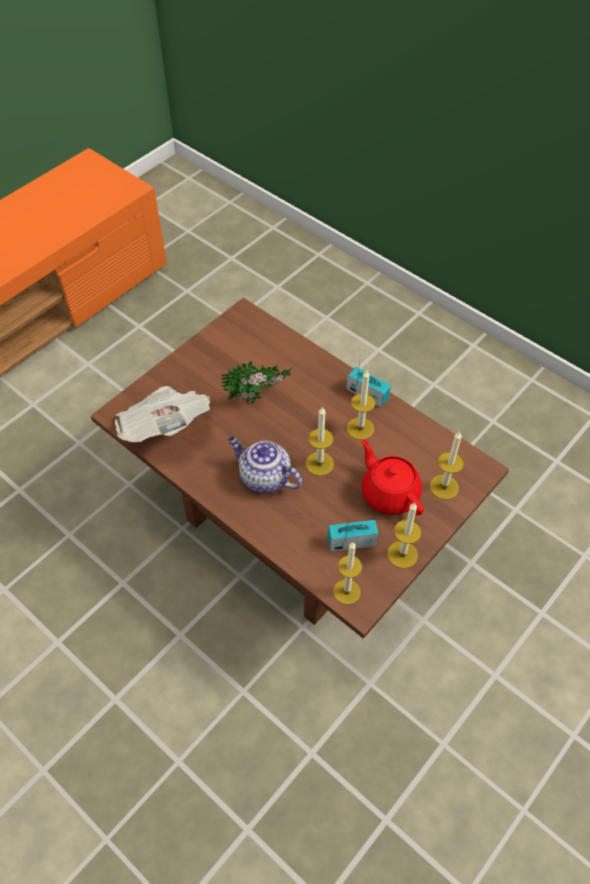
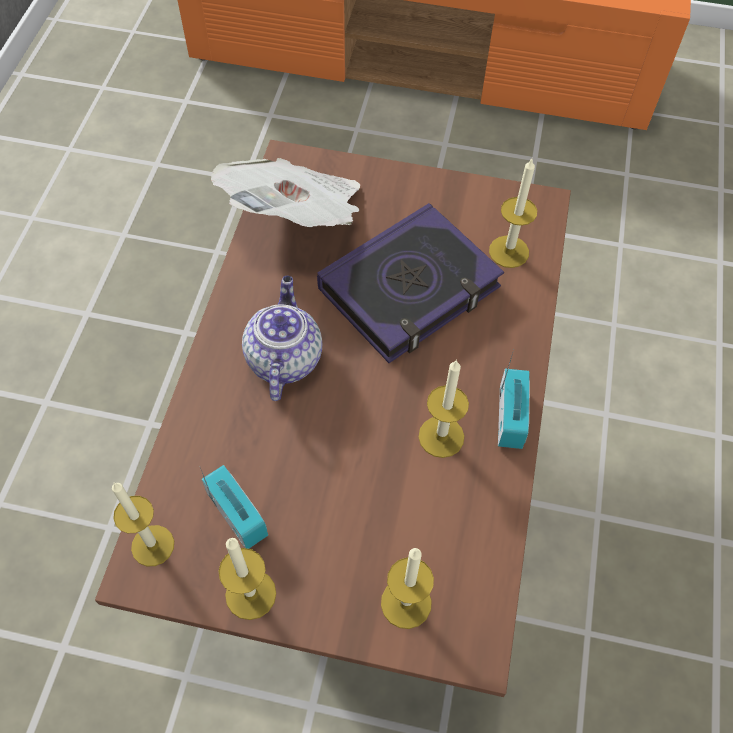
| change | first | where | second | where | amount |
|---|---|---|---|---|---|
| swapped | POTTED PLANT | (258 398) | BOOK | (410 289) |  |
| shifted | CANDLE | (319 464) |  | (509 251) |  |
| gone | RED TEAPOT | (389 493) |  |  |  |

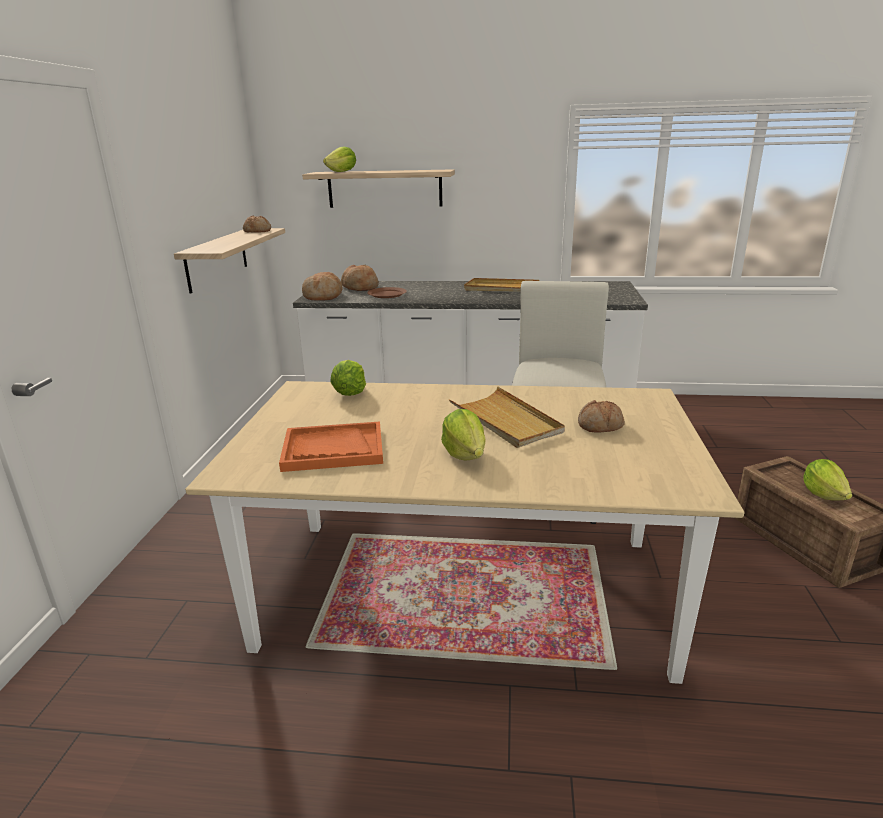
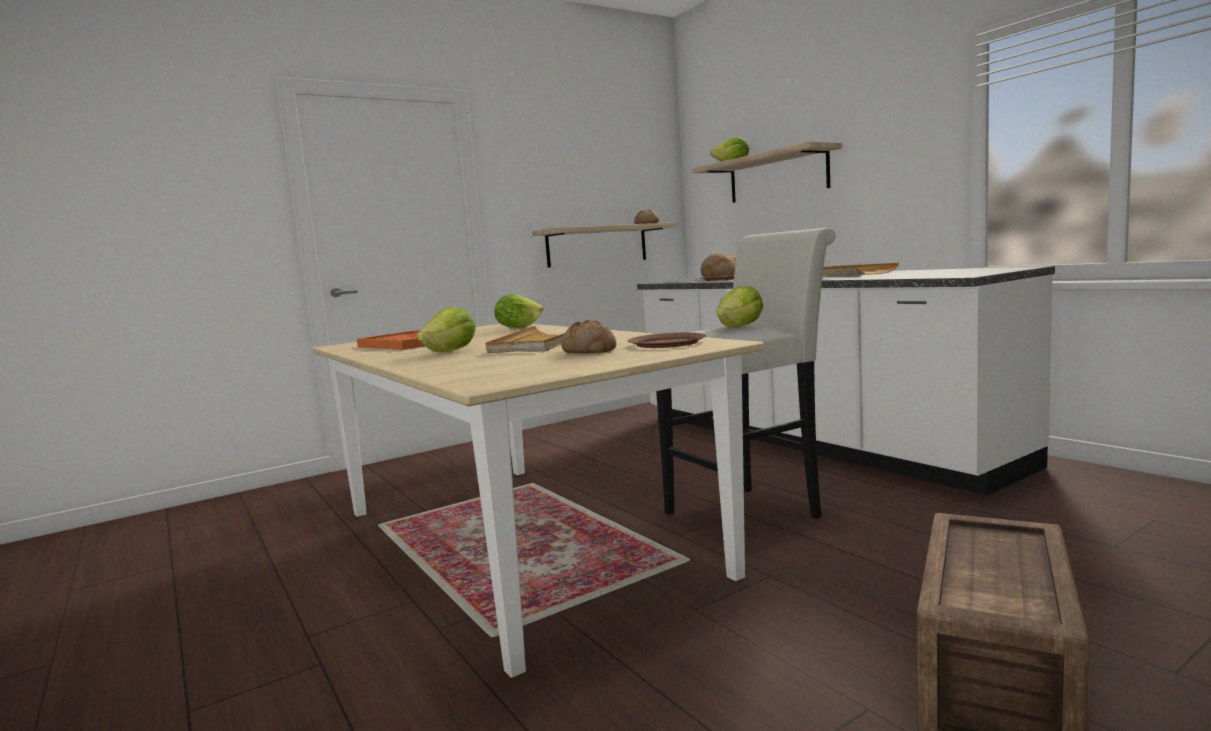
| change | first | where | second | where | amount |
|---|---|---|---|---|---|
| gone | BREAD | (323 296) |  |  |  |
| shifted | LETTUCE | (823 494) |  | (740 327) |  |
| new |  |  | BROWN PLATE | (667 343) |  |

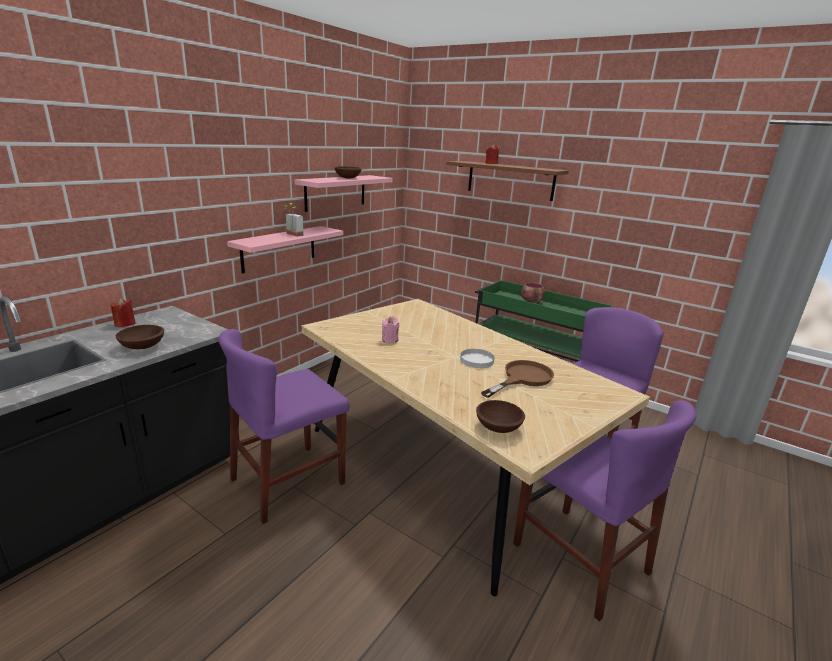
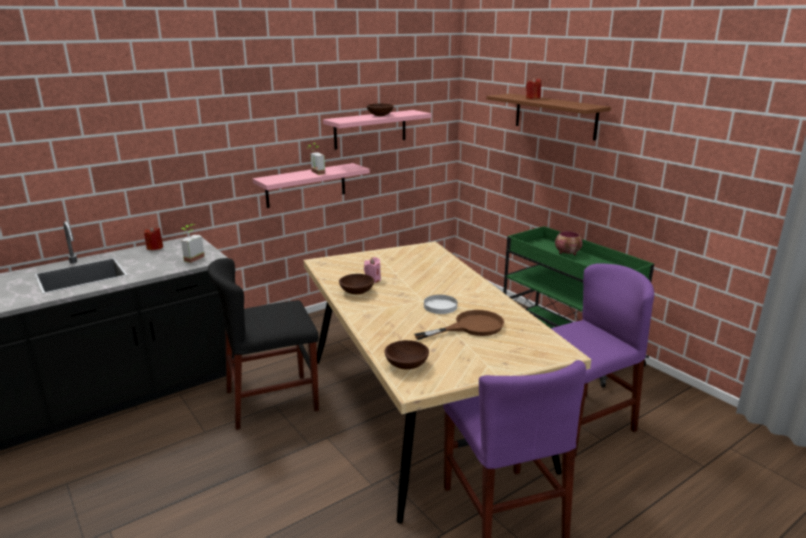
| change | first | where | second | where | amount |
|---|---|---|---|---|---|
| shifted | BROWN BOWL | (142 346) |  | (356 291) |  |
| repainted | PURPLE CHAIR | (288 481) | BLACK CHAIR | (272 400) |  |
| new |  |  | POTTED PLANT | (191 258) |  |

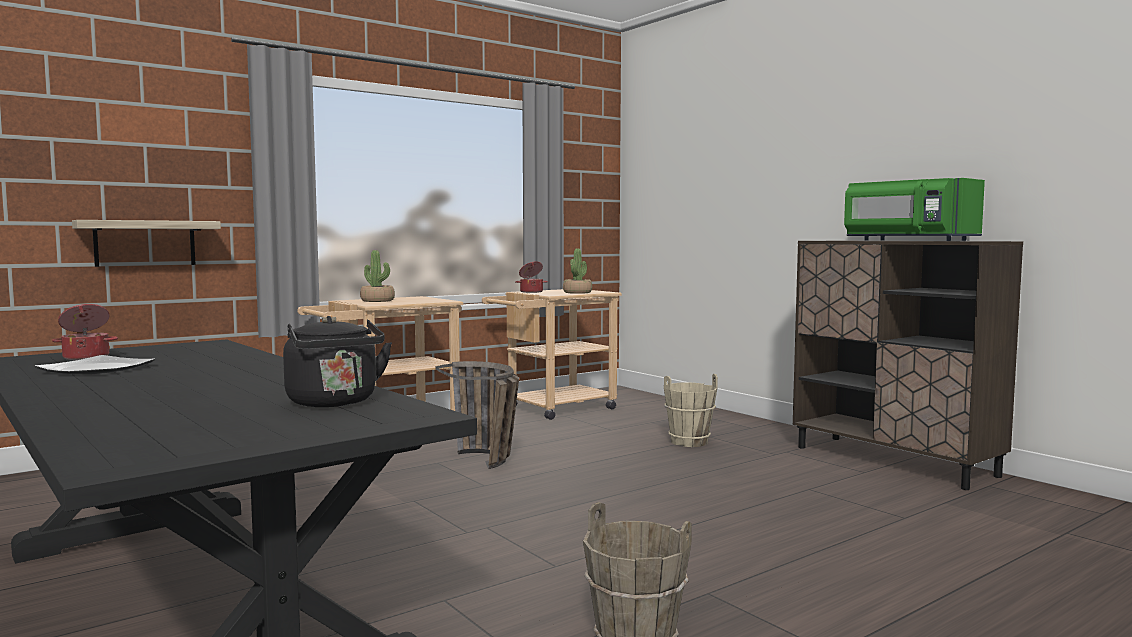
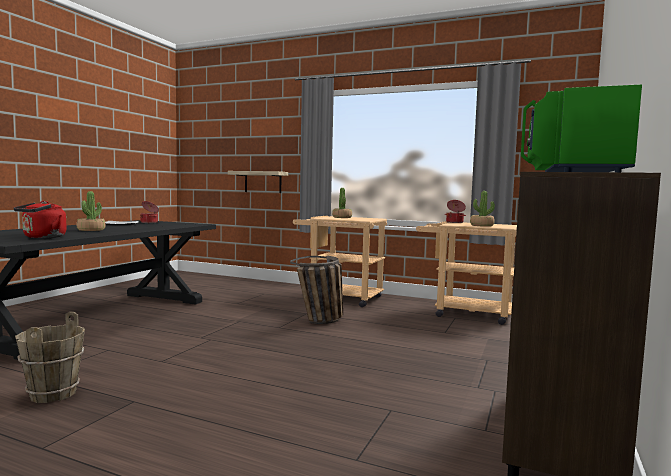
| change | first | where | second | where | amount |
|---|---|---|---|---|---|
| repainted | BLACK KETTLE | (335 403) | RED KETTLE | (42 237) |  |
| gone | BEIGE BUCKET | (688 442) |  |  |  |
| new |  |  | POTTED PLANT | (91 230) |  |

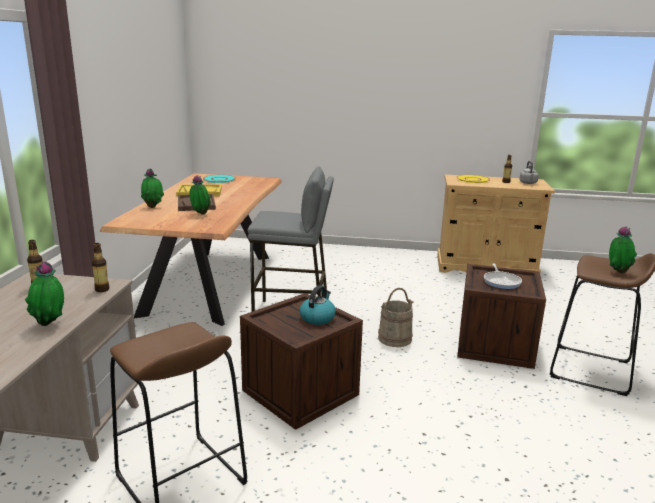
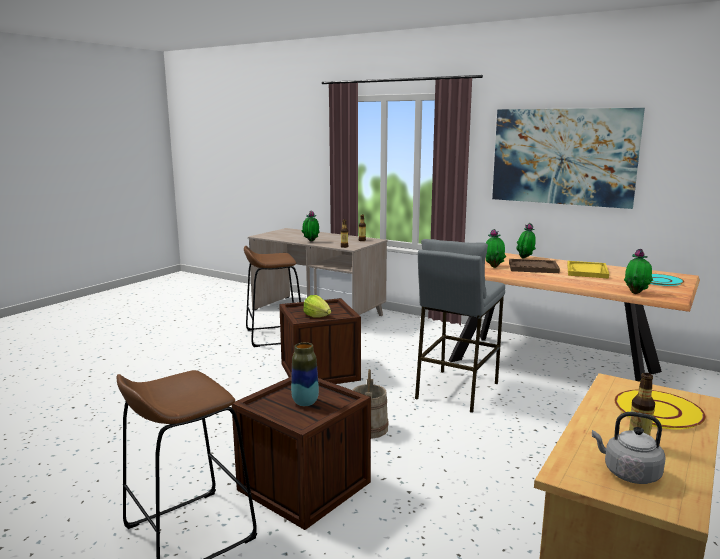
| change | first | where | second | where | amount |
|---|---|---|---|---|---|
| swapped | KETTLE | (317 318) | LETTUCE | (317 316) |  |
| swapped | FRYING PAN | (501 281) | VASE | (305 402) |  |
| shifted | POTTED PLANT | (617 272) |  | (636 293) |  |
| new |  |  | PICTURE | (563 156) |  |

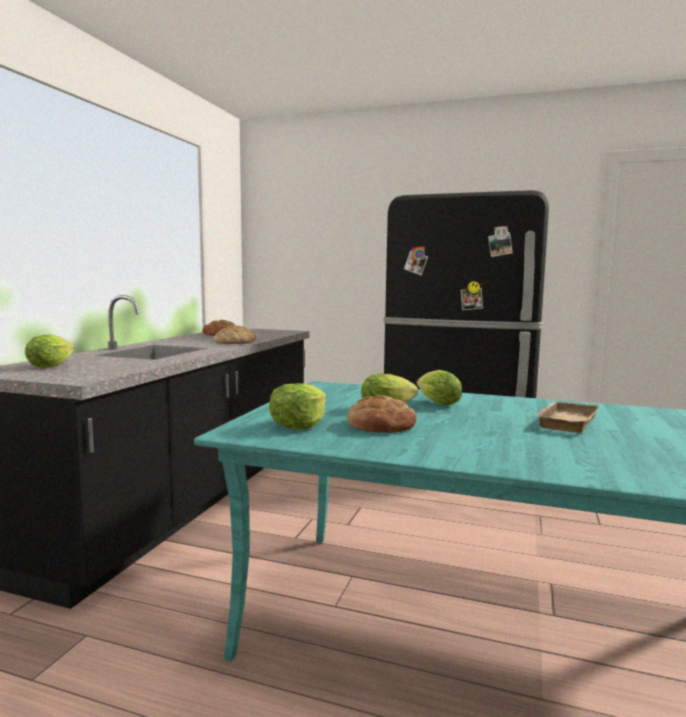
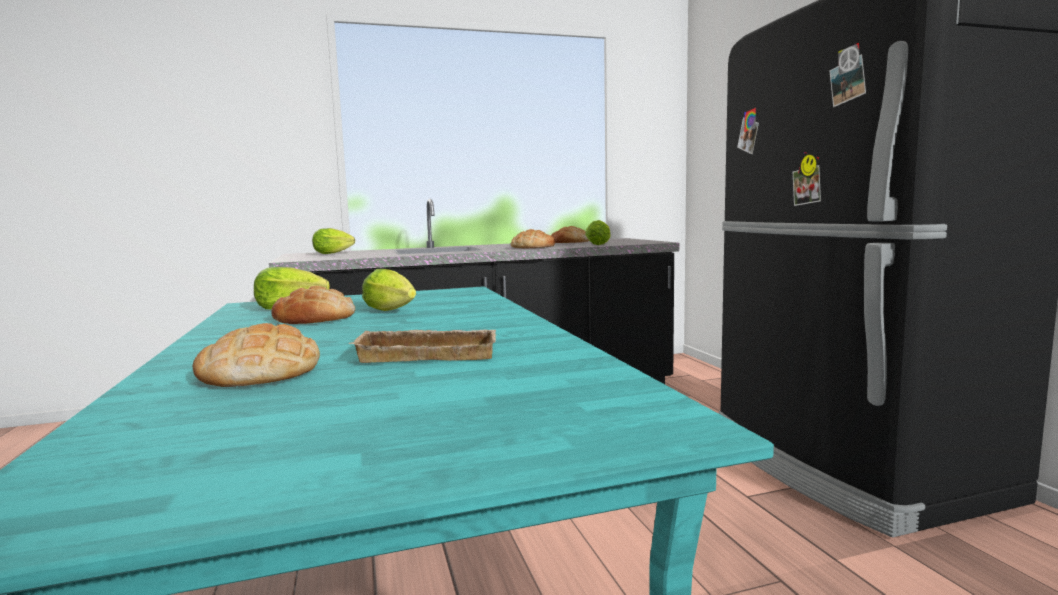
| change | first | where | second | where | amount |
|---|---|---|---|---|---|
| shifted | LETTUCE | (435 403) |  | (600 244) |  |
| new |  |  | BREAD | (260 372) |  |

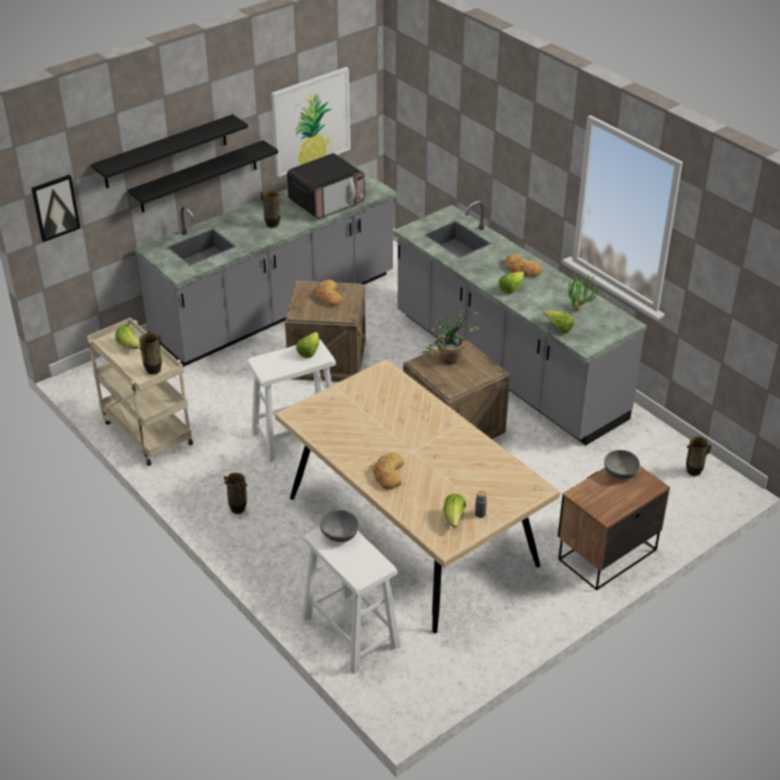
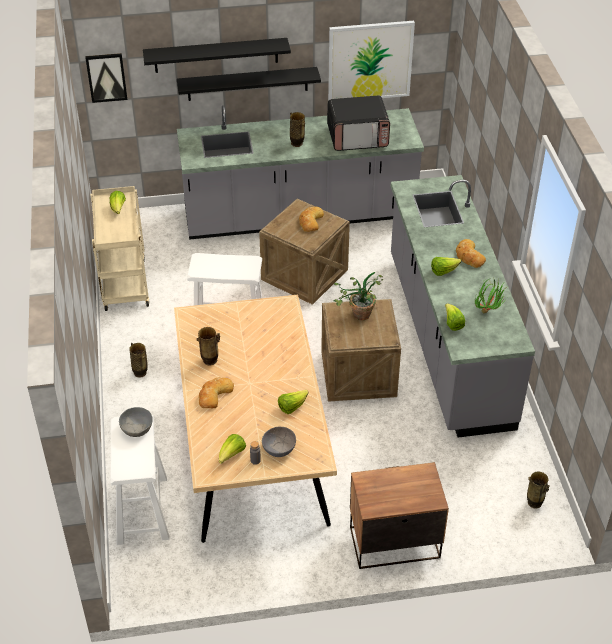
| change | first | where | second | where | amount |
|---|---|---|---|---|---|
| shifted | VASE | (153 370) |  | (210 361) |  |
| shifted | LETTUCE | (309 352) |  | (292 407) |  |
| shifted | GREY BOWL | (620 472) |  | (278 448) |  |

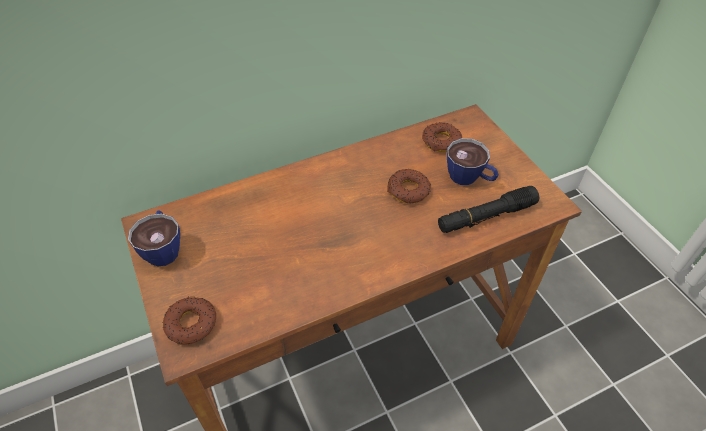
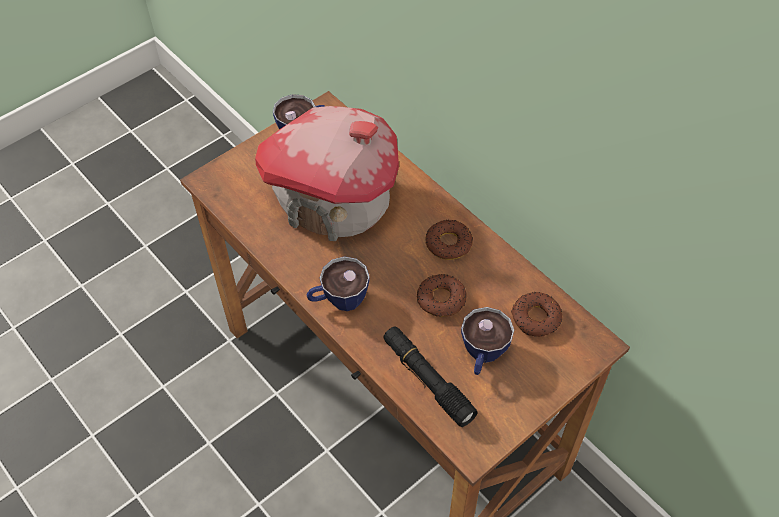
| change | first | where | second | where | amount |
|---|---|---|---|---|---|
| shifted | DONUT | (191 323) |  | (449 243) |  |
| new |  |  | TOY HOUSE | (335 201) |  |
| new |  |  | CUP | (338 300) |  |

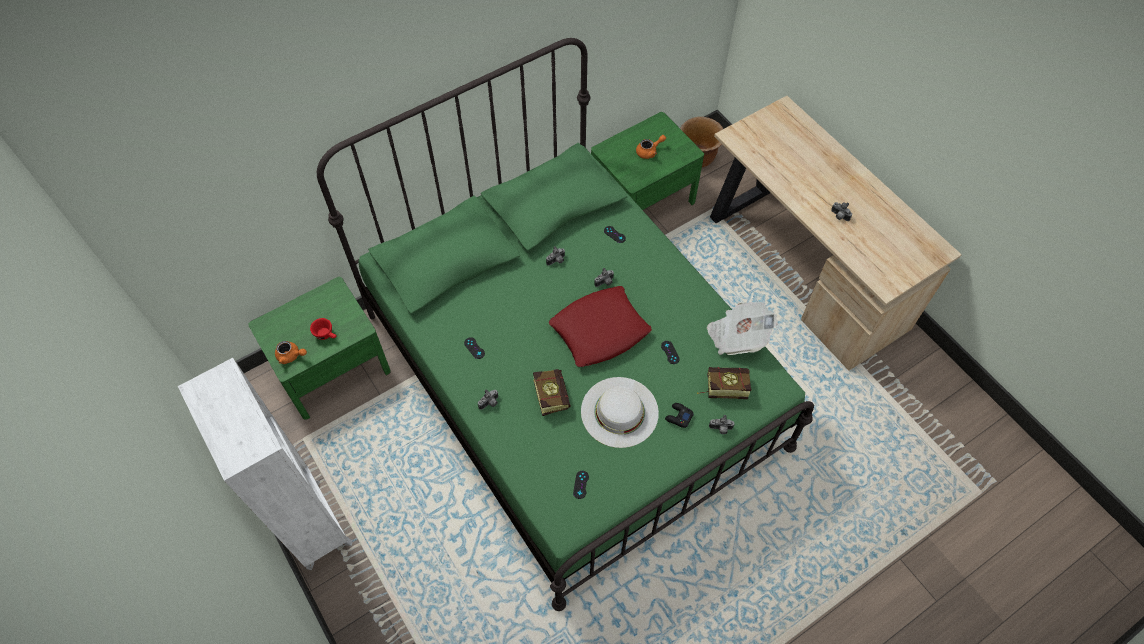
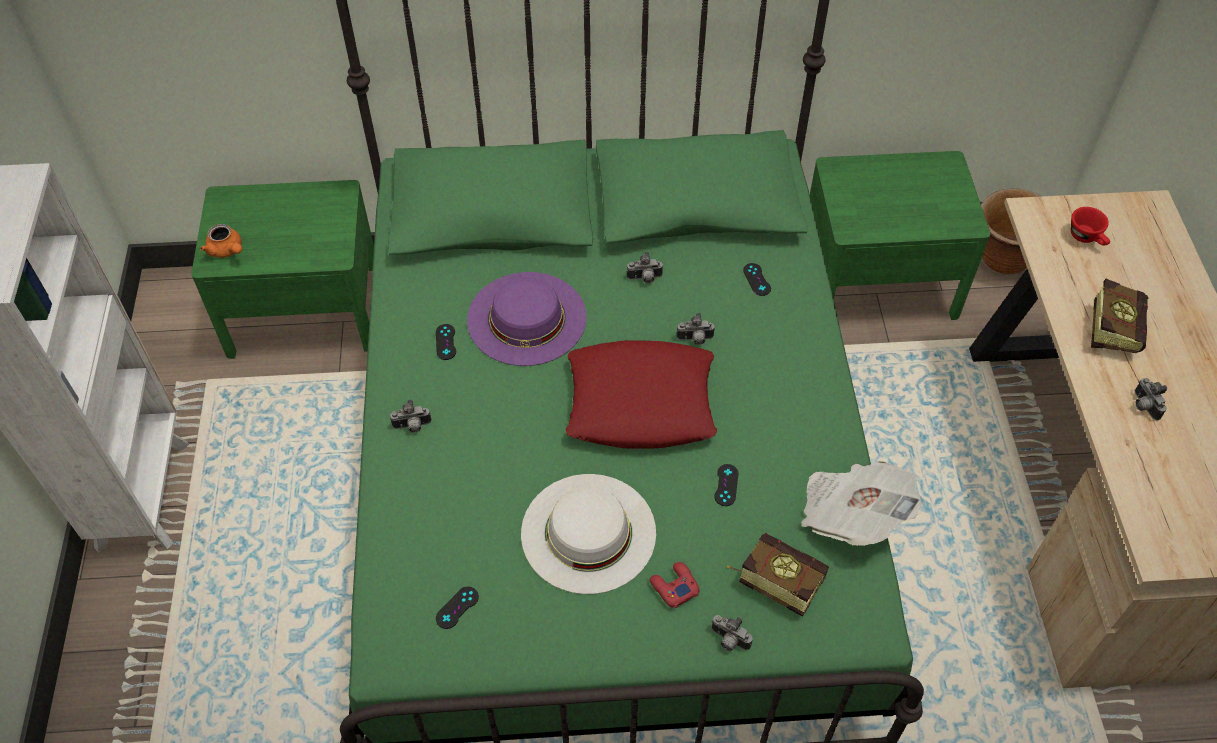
| change | first | where | second | where | amount |
|---|---|---|---|---|---|
| shifted | RED CUP | (326 335) |  | (1087 238) |  |
| shifted | BOOK | (550 393) |  | (1113 325) |  |
| gone | ORANGE TEAPOT | (649 151) |  |  |  |
| repainted | BLACK GAME CONTROLLER | (678 417) | RED GAME CONTROLLER | (674 587) |  |
| new |  |  | PURPLE HAT | (527 318) |  |

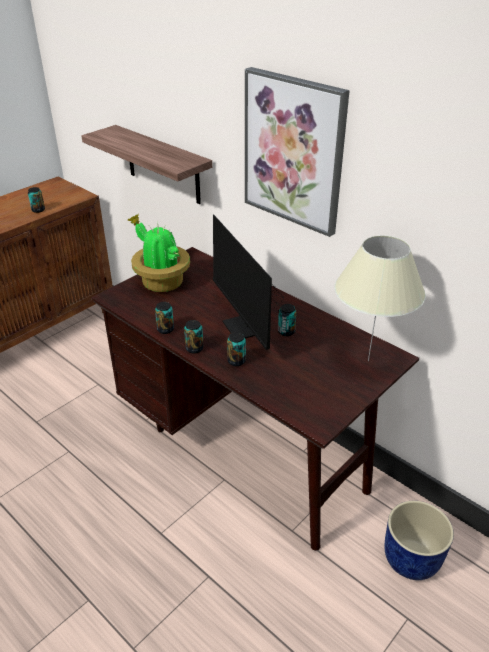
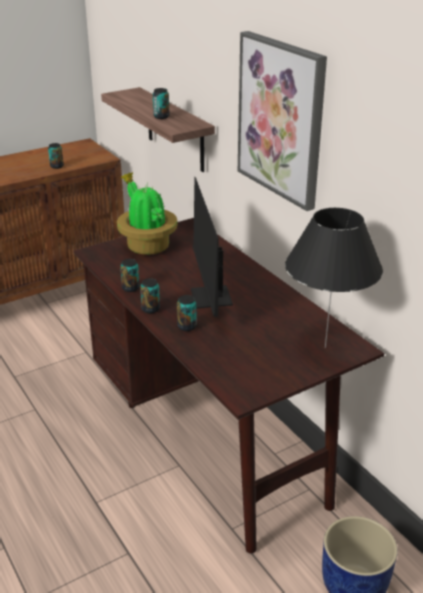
| change | first | where | second | where | amount |
|---|---|---|---|---|---|
| shifted | CAN | (286 331) |  | (161 117) |  |
| repainted | BEIGE TABLE LAMP | (368 361) | BLACK TABLE LAMP | (325 347) |  |

